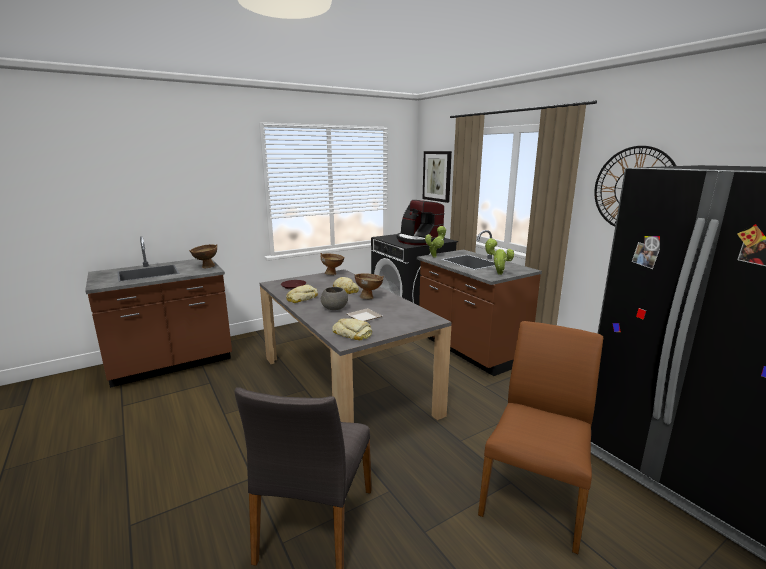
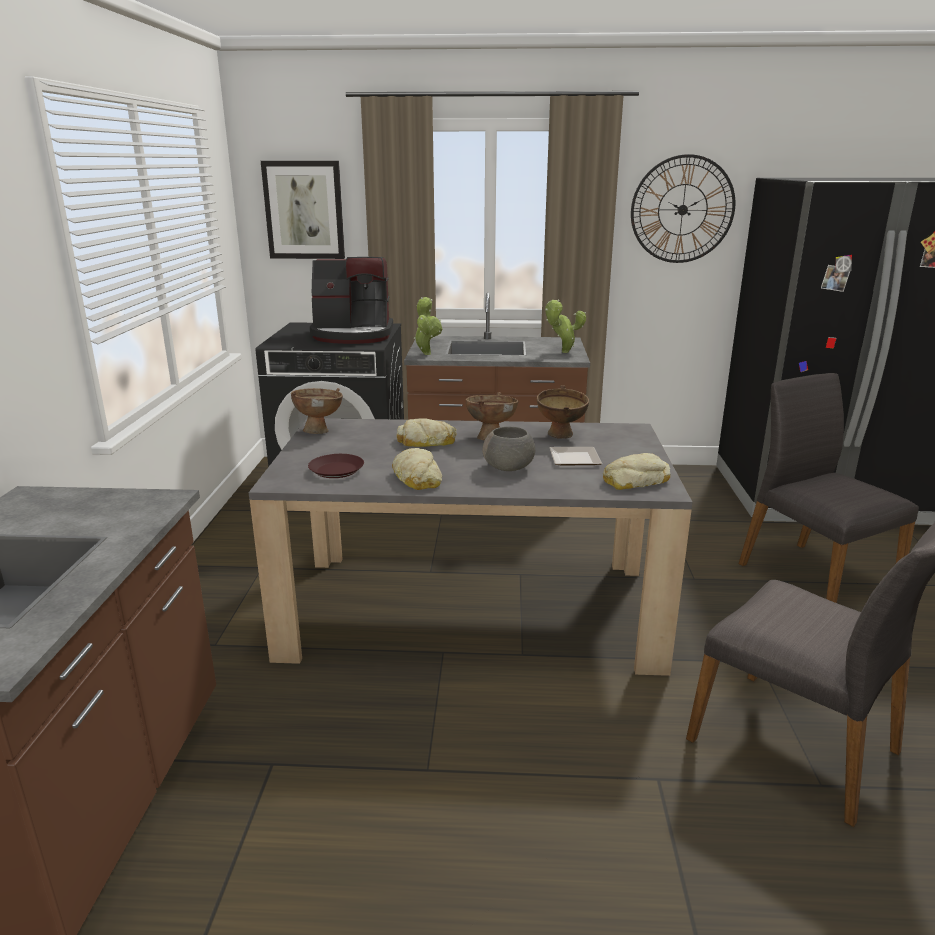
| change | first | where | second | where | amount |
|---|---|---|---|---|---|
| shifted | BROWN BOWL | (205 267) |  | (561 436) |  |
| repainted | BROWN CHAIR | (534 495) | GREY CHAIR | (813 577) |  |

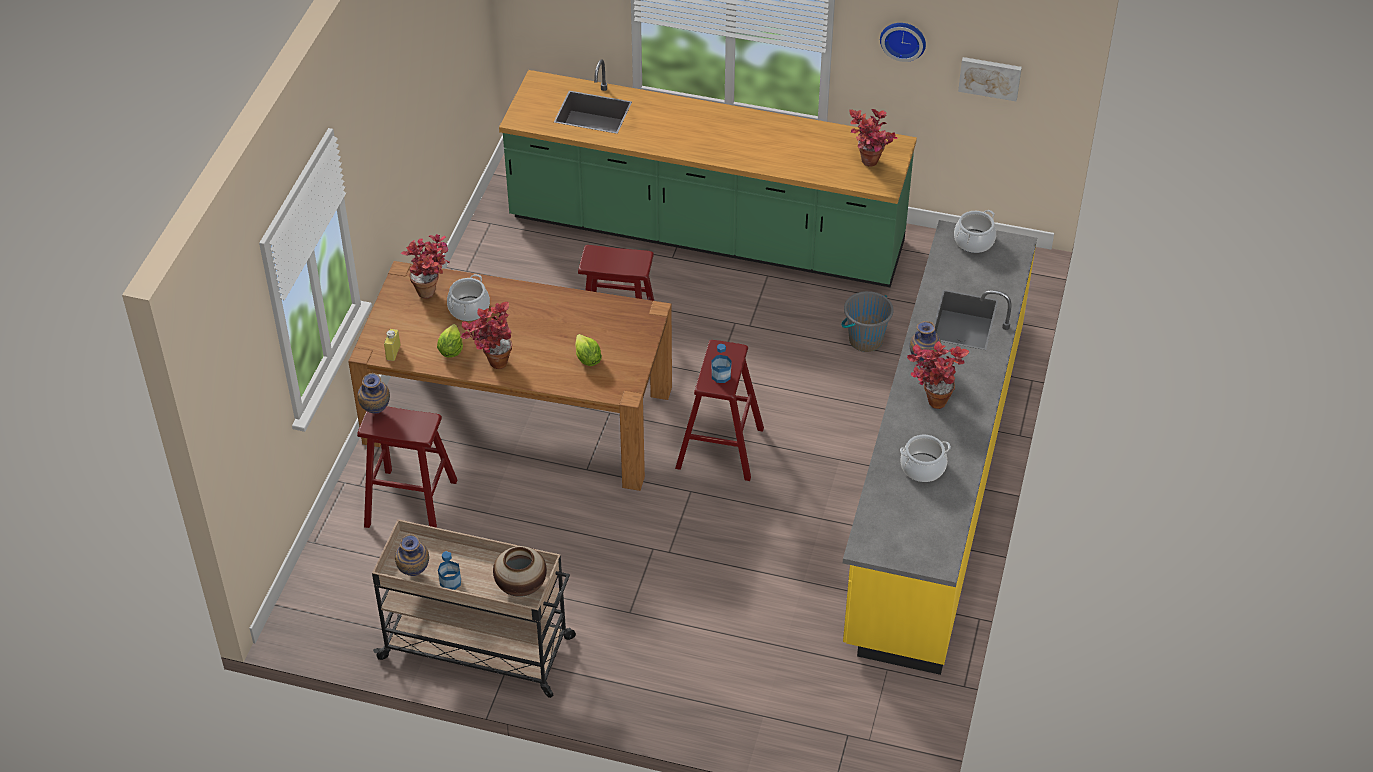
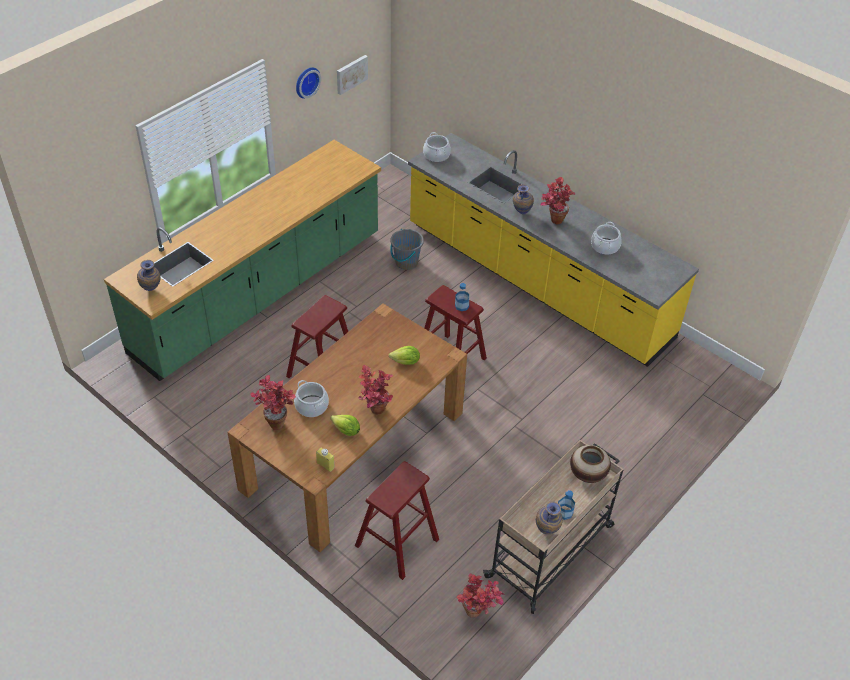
| change | first | where | second | where | amount |
|---|---|---|---|---|---|
| shifted | VASE | (376 413) |  | (151 290) |  |
| shifted | POTTED PLANT | (869 166) |  | (478 614) |  |

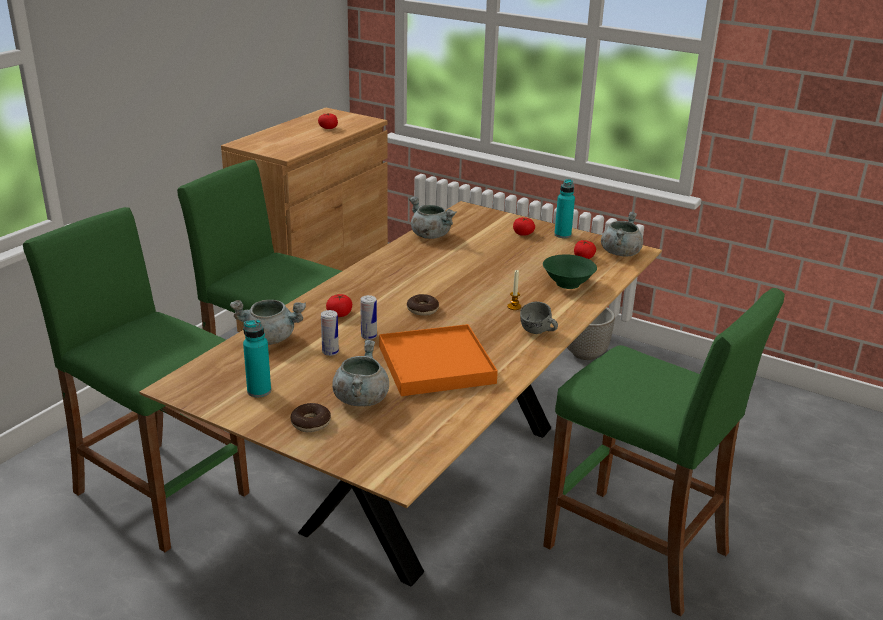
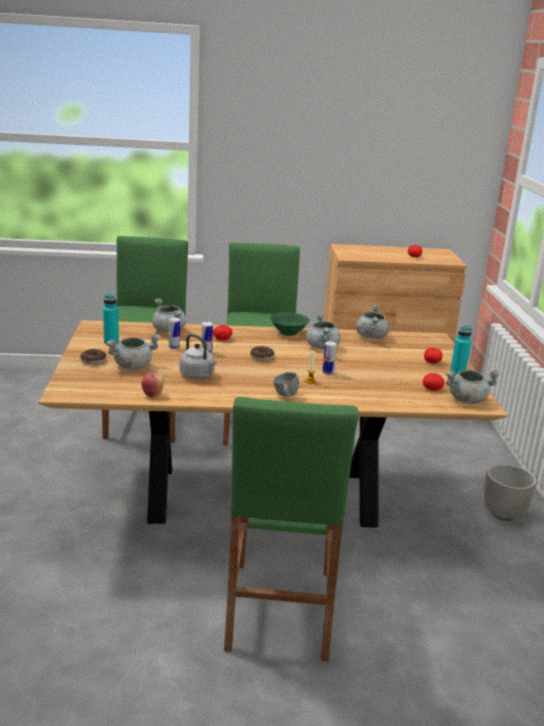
| change | first | where | second | where | amount |
|---|---|---|---|---|---|
| swapped | ORANGE TRAY | (436 364) | GREY KETTLE | (198 376) |  |
| shifted | GREEN BOWL | (568 283) |  | (289 333) |  |
| new |  |  | APPLE | (152 395) |  |
| new |  |  | GREY COOKING POT | (322 347) |  |
| new |  |  | CAN | (328 372) |  |

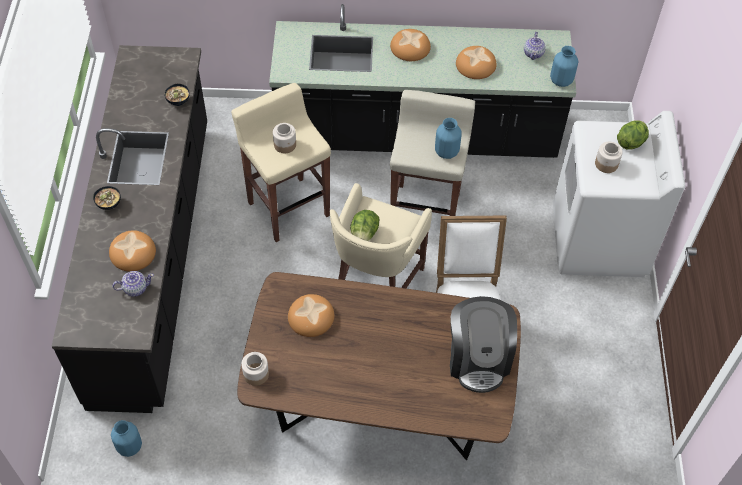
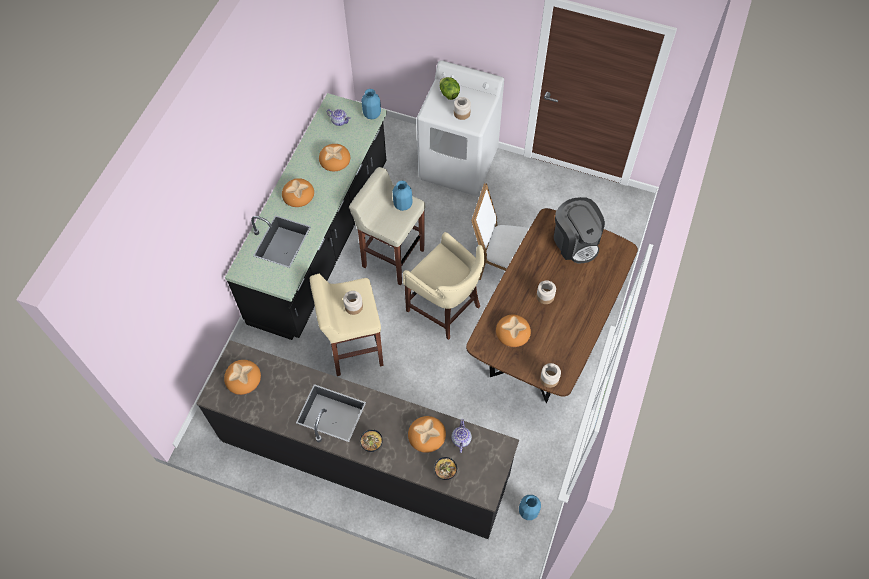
| change | first | where | second | where | amount |
|---|---|---|---|---|---|
| shifted | BOWL | (178 101) |  | (445 472) |  |
| gone | LETTUCE | (364 234) |  |  |  |
| rotated | COFFEE MACHINE | (478 358) |  | (575 242) | 45 degrees clockwise |
| new |  |  | BREAD | (243 378) |  |
| new |  |  | JAR | (545 296) |  |

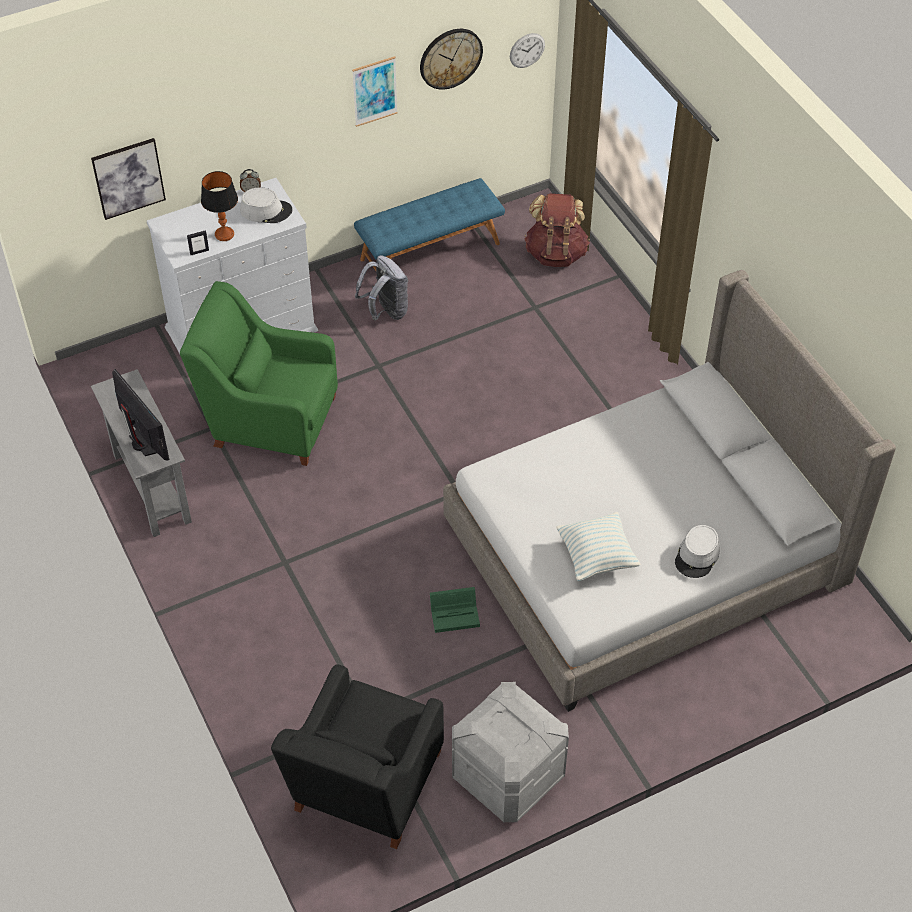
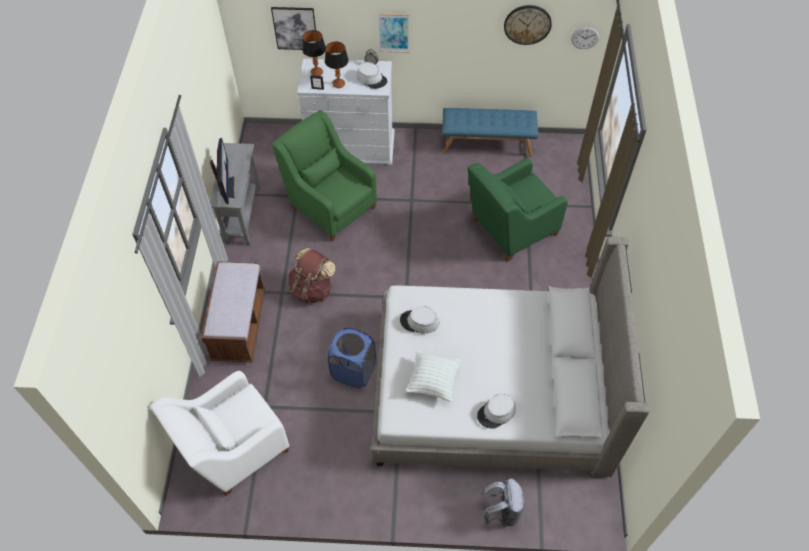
| change | first | where | second | where | amount |
|---|---|---|---|---|---|
| repainted | BLACK ARMCHAIR | (365 787) | WHITE ARMCHAIR | (234 449) |  |
| shifted | PICTURE | (374 91) |  | (393 33) |  |
| shifted | GREY BACKPACK | (385 311) |  | (502 511) |  |
| swapped | GREEN STORAGE BOX | (456 614) | BLUE LAUNDRY BASKET | (354 371) |  |
| gone | GREY STORAGE BOX | (507 775) |  |  |  |
| shifted | BROWN BACKPACK | (556 253) |  | (312 289) |  |
| new |  |  | BROWN BENCH | (239 326) |  |
| new |  |  | TABLE LAMP | (317 72) |  |
| new |  |  | GREY HAT | (419 322) |  |
| new |  |  | GREEN ARMCHAIR | (511 229) |  |

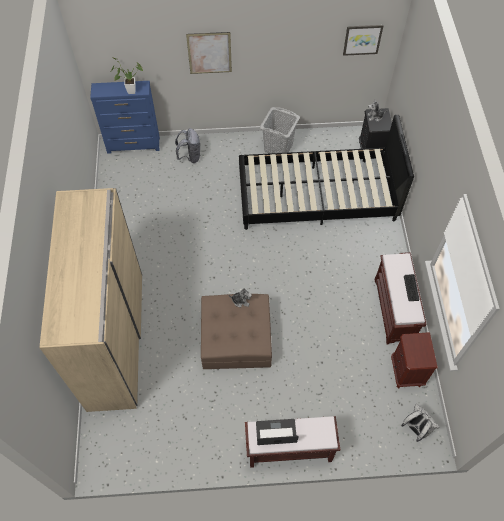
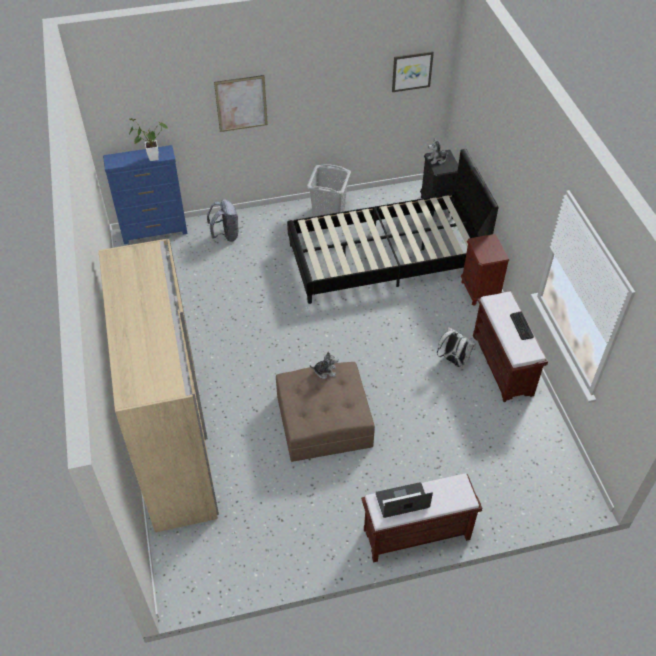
| change | first | where | second | where | amount |
|---|---|---|---|---|---|
| shifted | BROWN NIGHTSTAND | (406 372) |  | (479 291) |  |
| shifted | WHITE BACKPACK | (415 428) |  | (453 360) |  |

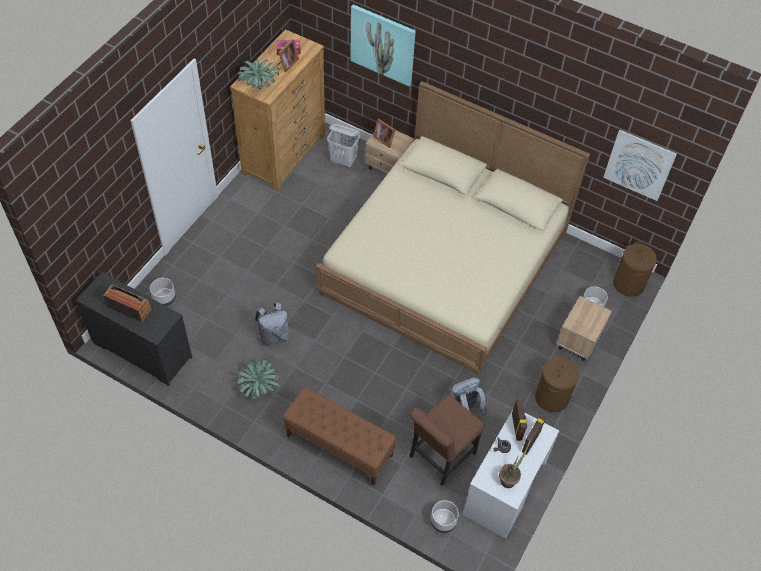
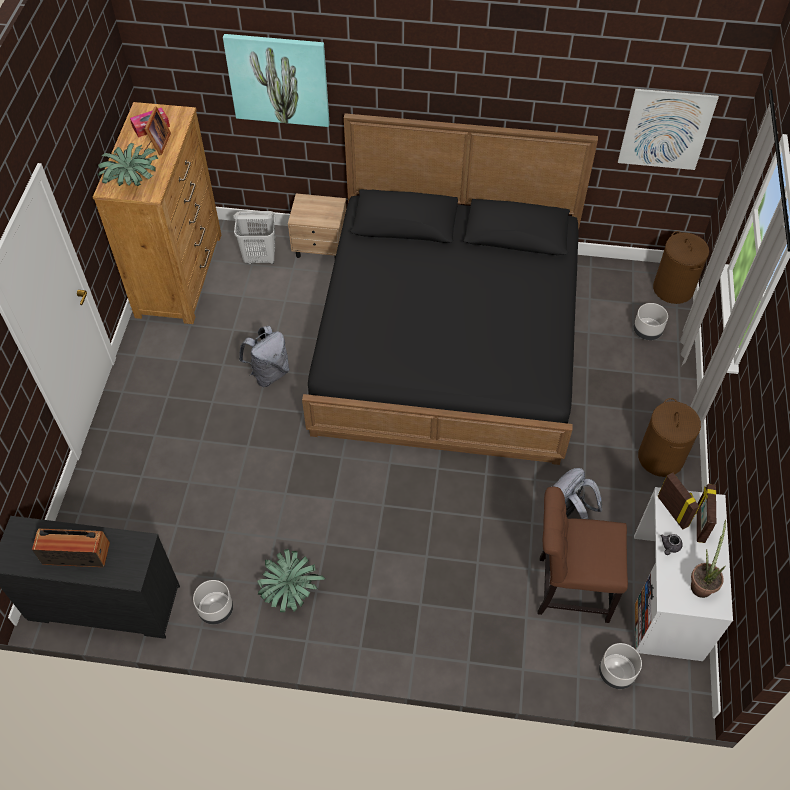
| change | first | where | second | where | amount |
|---|---|---|---|---|---|
| shifted | GREY PLANTER | (164 299) |  | (216 610) |  |
| shifted | GREY BACKPACK | (274 336) |  | (269 373) |  |
| gone | BROWN BENCH | (339 446) |  |  |  |
| repainted | BEIGE BED | (444 263) | BLACK BED | (448 340) |  |
| gone | PICTURE FRAME | (384 139) |  |  |  |
| rotated | BROWN CHAIR | (439 457) |  | (568 588) | 75 degrees clockwise |
| gone | BEIGE NIGHTSTAND | (578 342) |  |  |  |

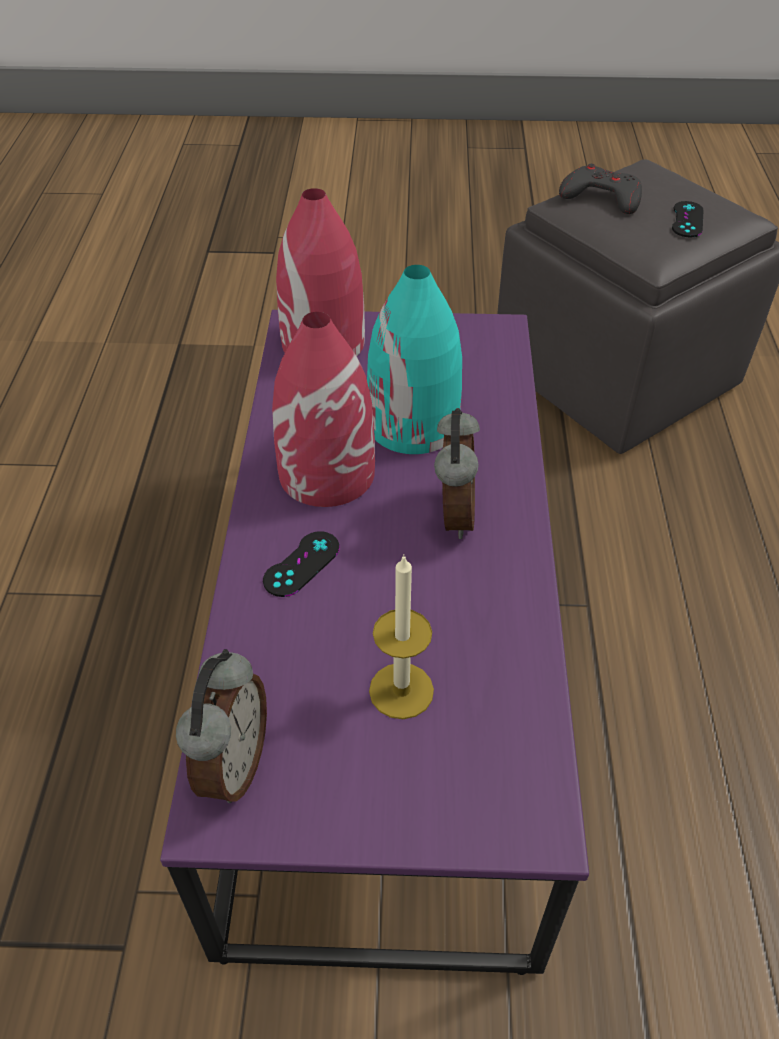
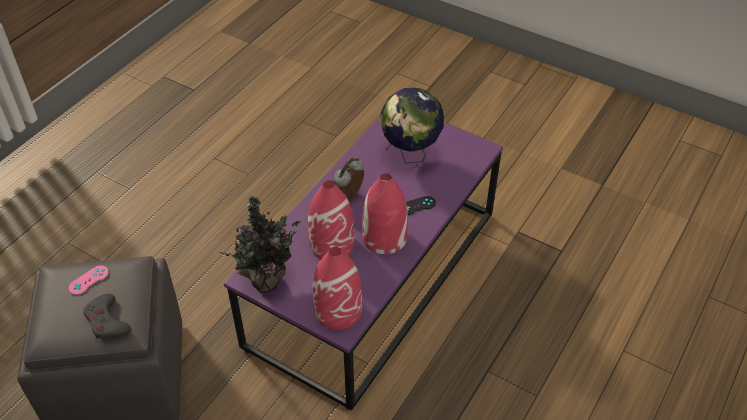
| change | first | where | second | where | amount |
|---|---|---|---|---|---|
| gone | ALARM CLOCK | (232 764) |  |  |  |
| repainted | TURQUOISE VASE | (413 425) | RED VASE | (332 244) |  |
| swapped | CANDLE | (401 690) | GLOBE | (410 155) |  |
| repainted | BLACK GAME CONTROLLER | (687 220) | PINK GAME CONTROLLER | (88 280) |  |
| new |  |  | POTTED PLANT | (267 279) |  |

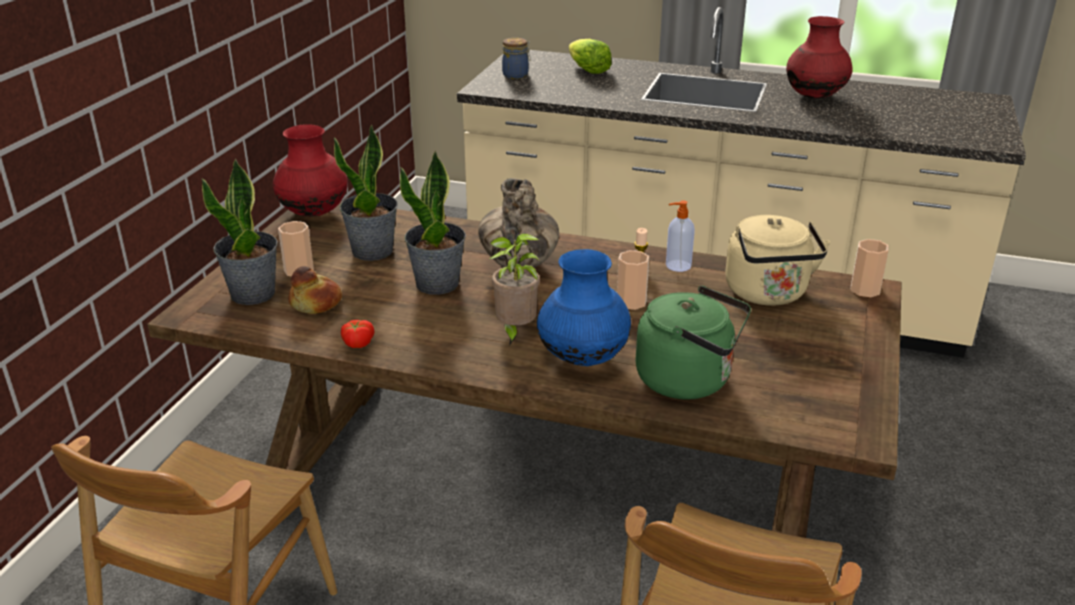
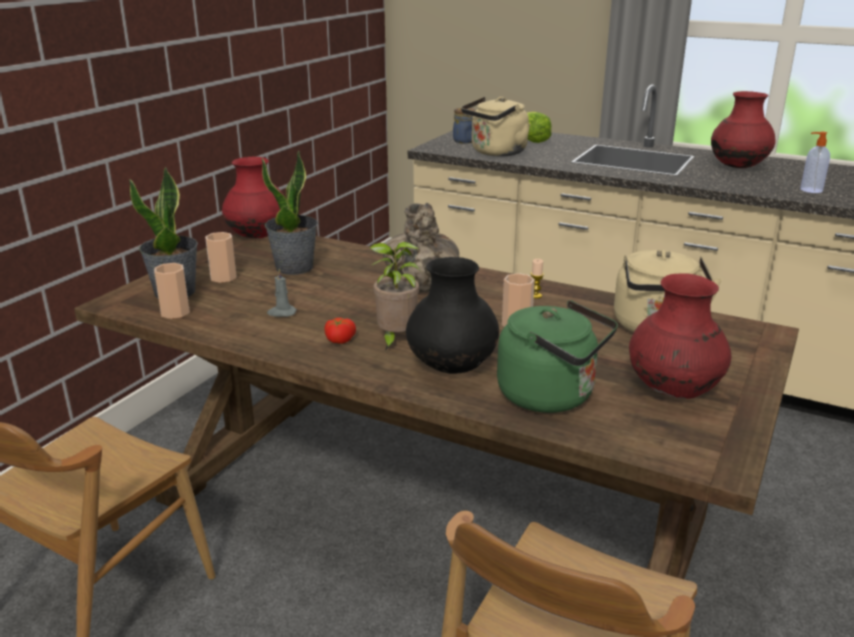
| change | first | where | second | where | amount |
|---|---|---|---|---|---|
| gone | BREAD | (315 304) |  |  |  |
| shifted | TOMATO | (357 343) |  | (339 340) |  |
| gone | POTTED PLANT | (438 284) |  |  |  |
| repainted | BLUE VASE | (583 358) | BLACK VASE | (452 368) |  |
| shifted | SOAP DISPENSER | (677 266) |  | (810 190) |  |
| shifted | CUP | (865 290) |  | (175 312) |  |
| new |  |  | GREY CANDLE | (281 313) |  |
| new |  |  | BEIGE KETTLE | (496 153) |  |
| new |  |  | RED VASE | (673 391) |  |

